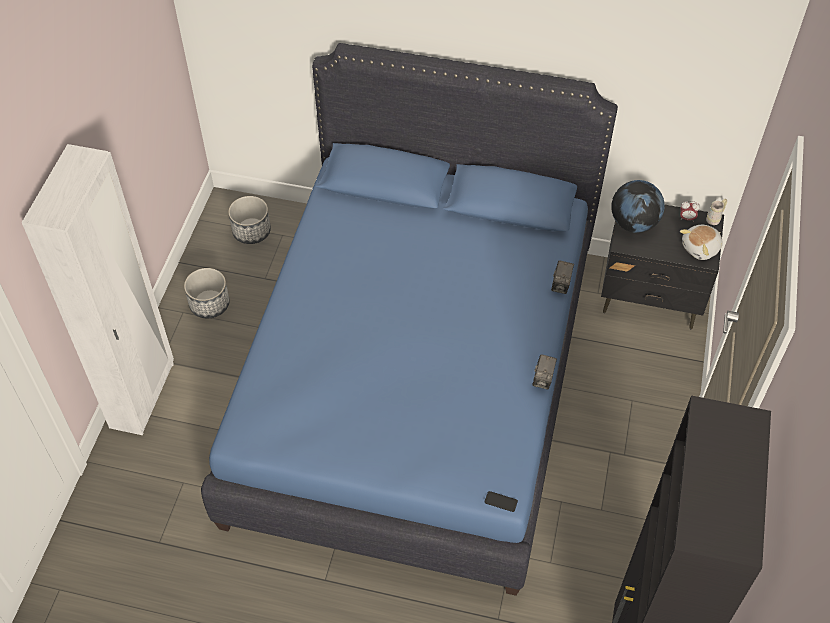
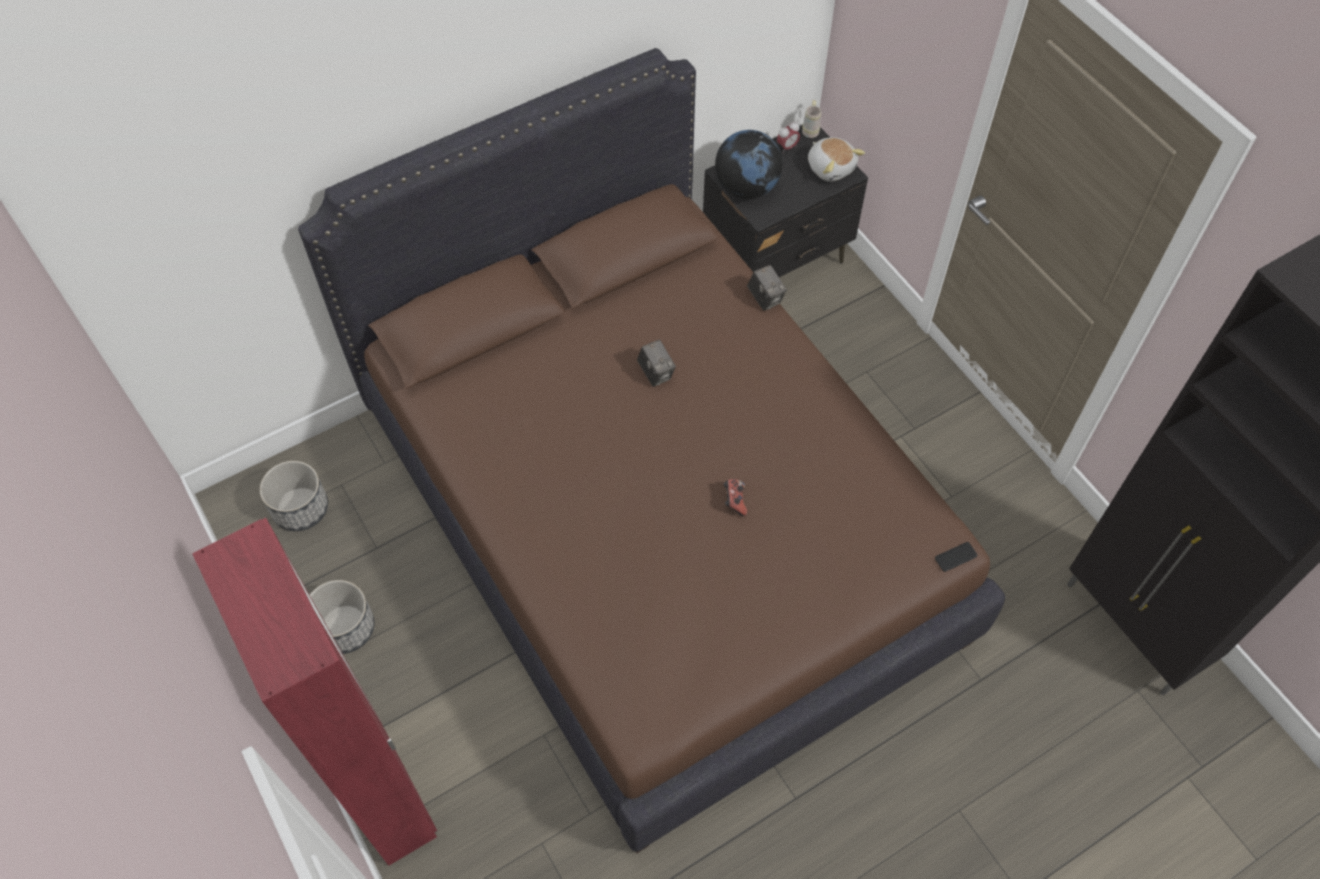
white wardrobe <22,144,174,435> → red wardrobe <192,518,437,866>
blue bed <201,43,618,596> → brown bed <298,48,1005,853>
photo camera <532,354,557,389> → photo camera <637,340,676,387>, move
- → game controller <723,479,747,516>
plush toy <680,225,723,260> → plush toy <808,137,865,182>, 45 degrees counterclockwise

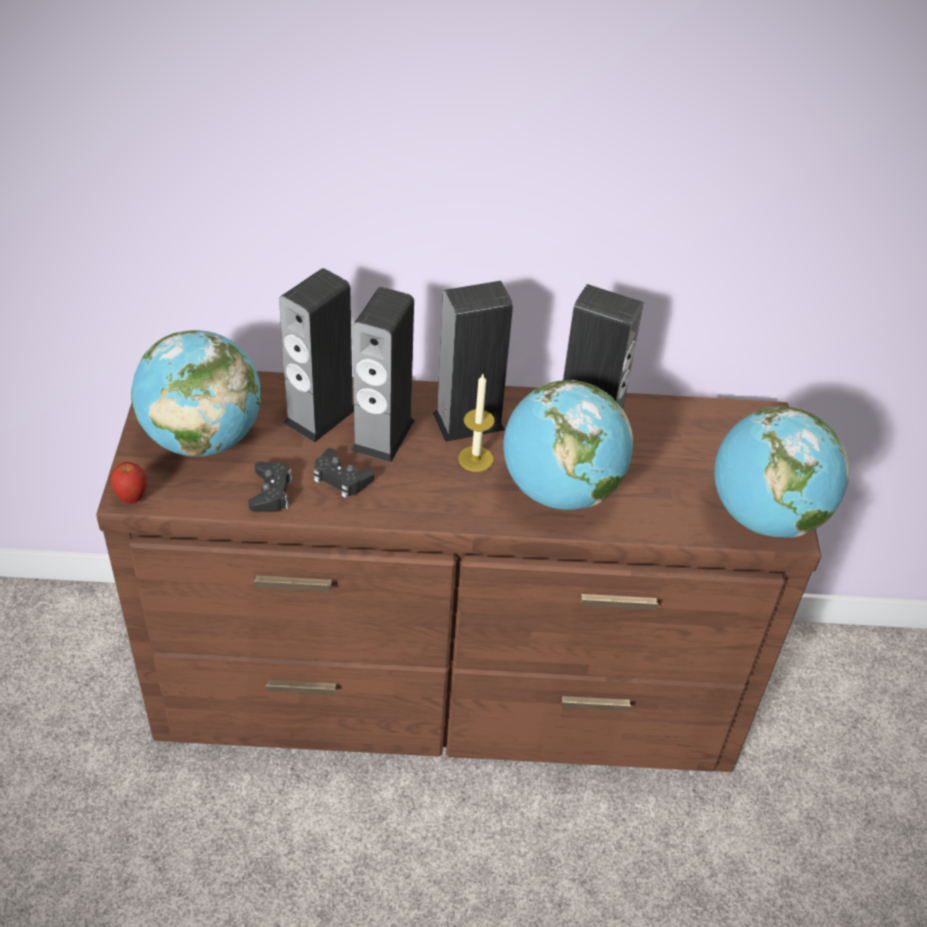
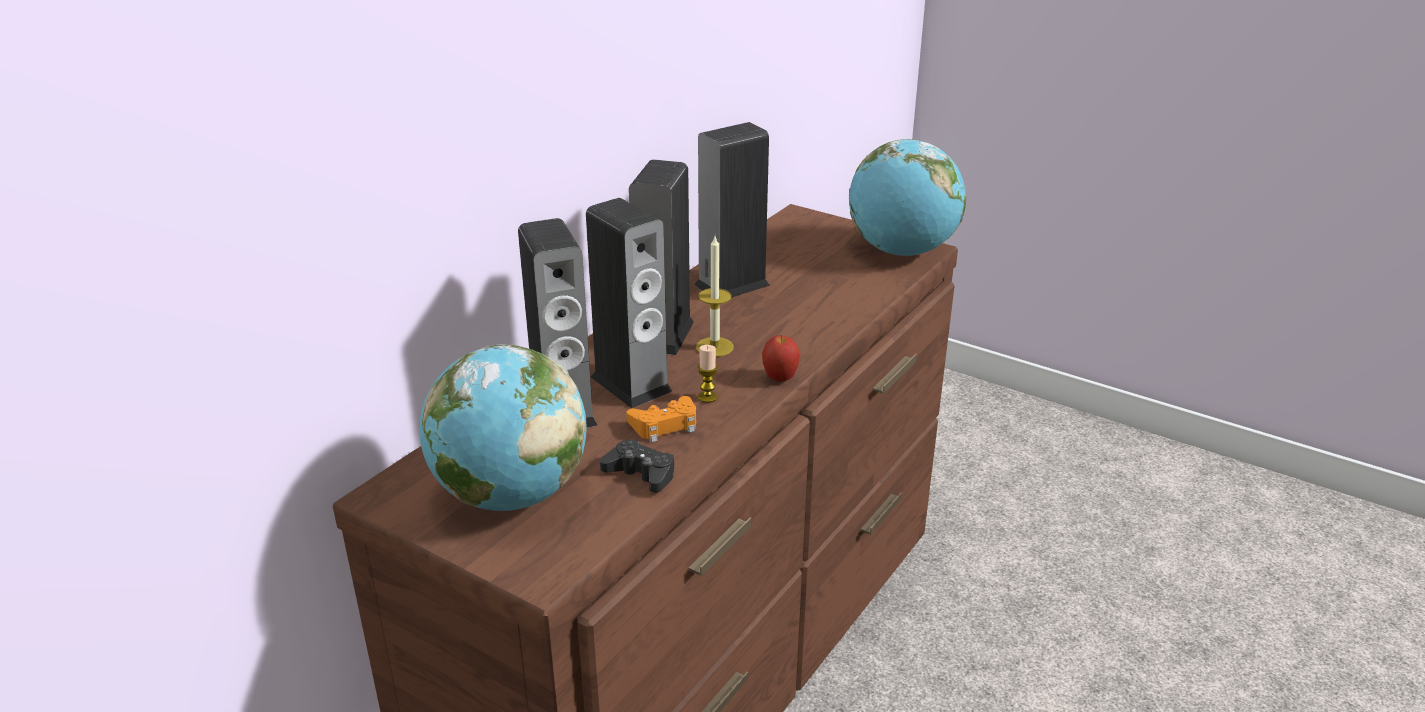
black game controller <314,448,374,498> → orange game controller <626,396,696,442>
- → candle <698,345,718,403>
apple <110,462,147,504> → apple <762,335,800,382>, move
globe <503,380,633,510> → -

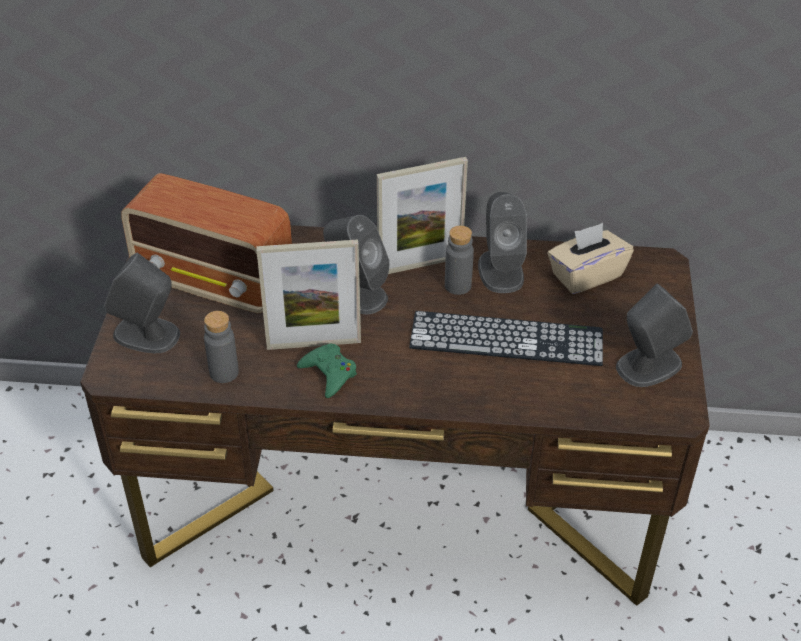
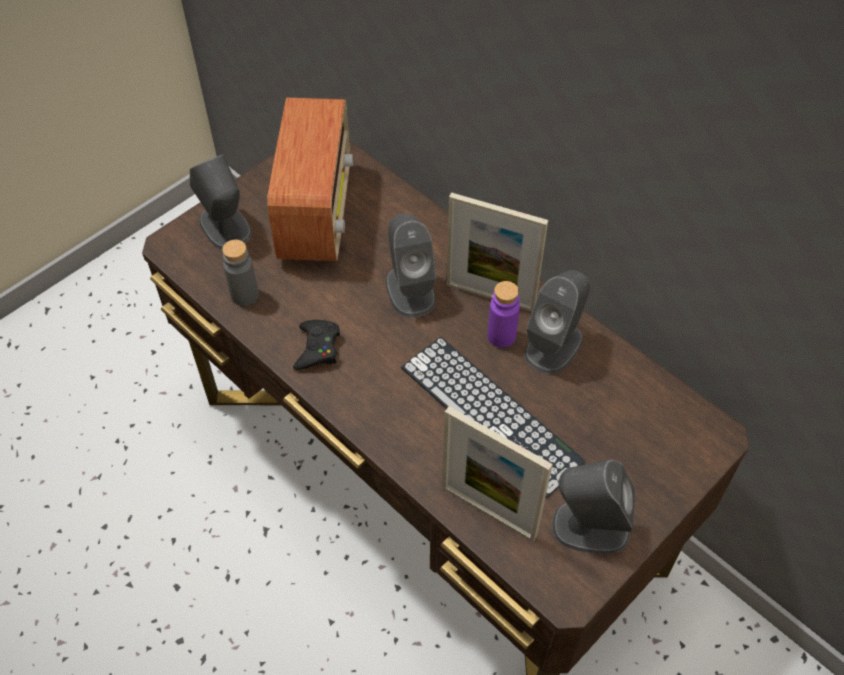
radio <121,173,292,314> → radio <267,98,353,261>, 150 degrees counterclockwise
green game controller <297,344,357,398> → black game controller <293,320,340,370>
picture frame <256,240,361,350> → picture frame <442,406,553,542>, move
grey bottle <445,226,474,295> → purple bottle <487,281,520,348>
beige tissue box <548,223,634,294> → -

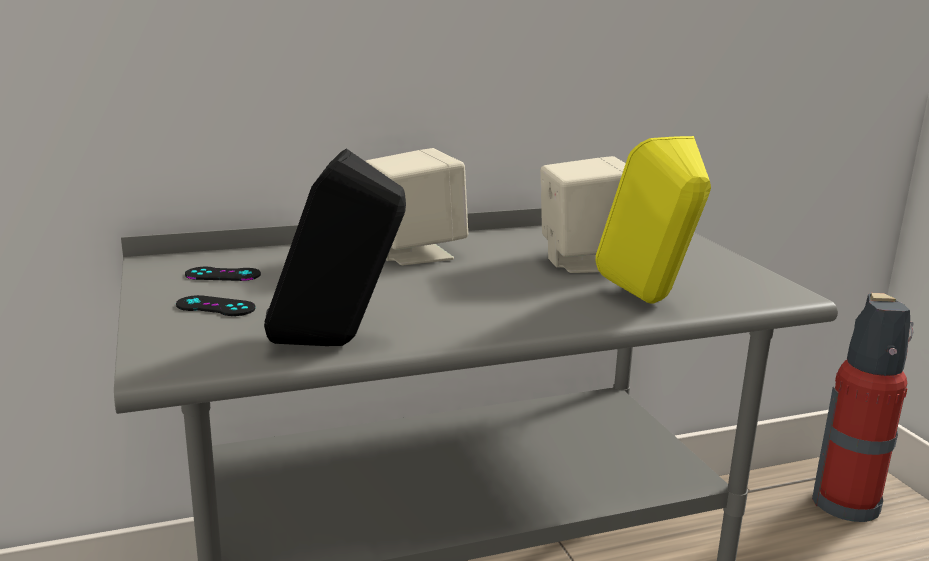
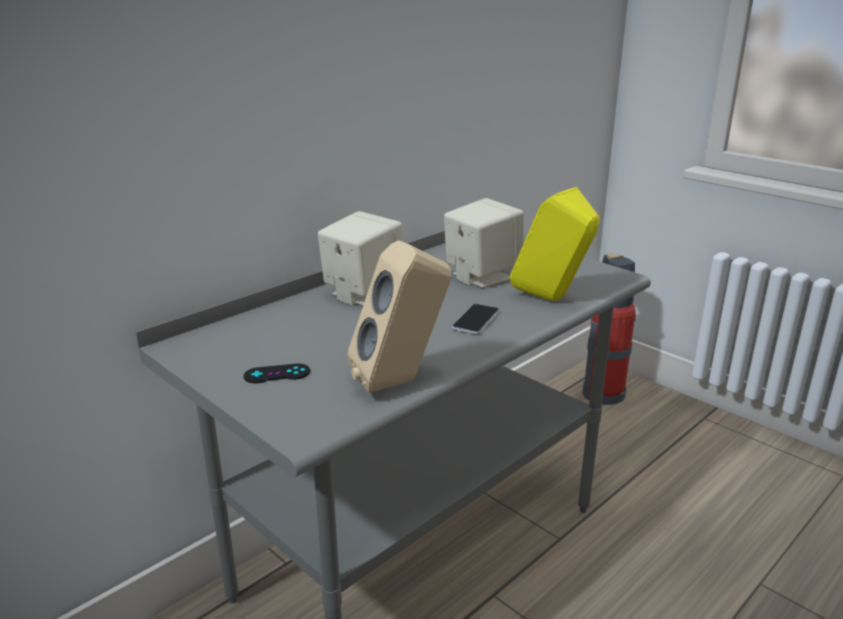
black speaker <264,148,406,346> → beige speaker <348,240,451,393>
- → phone <452,304,500,334>
black game controller <185,267,261,281> → -

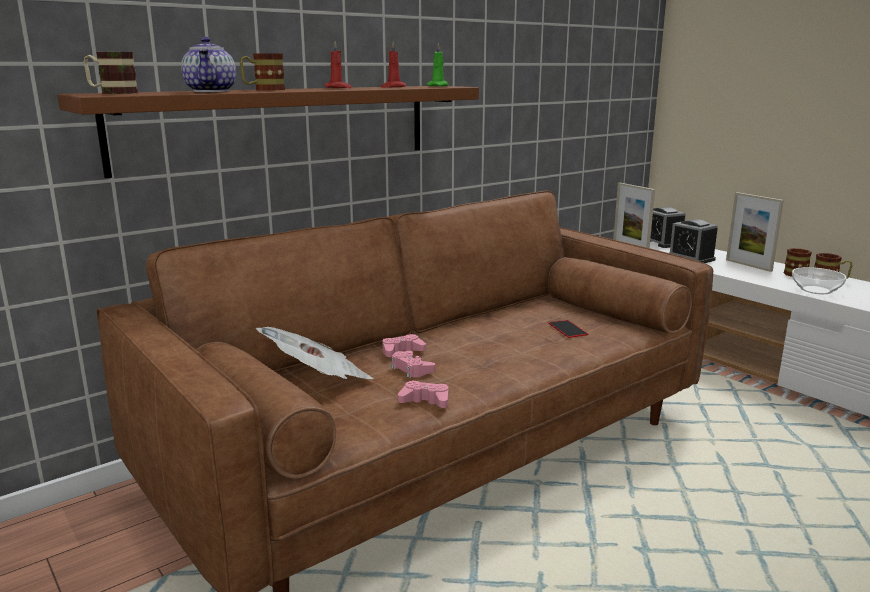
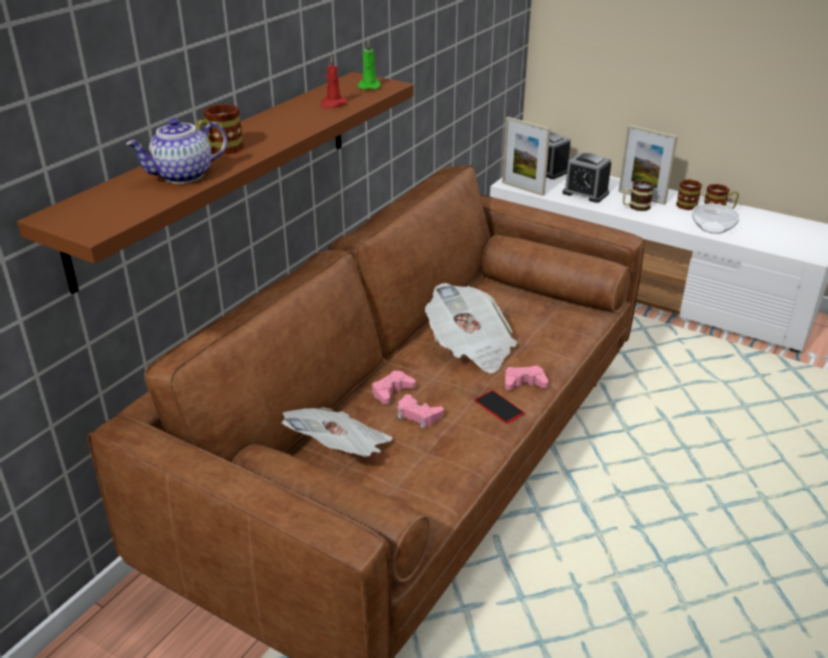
teapot <181,37,236,92> → teapot <125,118,227,184>, 90 degrees clockwise
- → newspaper <425,283,517,373>
phone <548,320,588,338> → phone <474,390,525,424>, move
pink game controller <398,380,449,408> → pink game controller <505,366,549,390>, move
mug <83,52,139,94> → mug <623,180,654,211>, move
red candle <324,41,352,88> → -

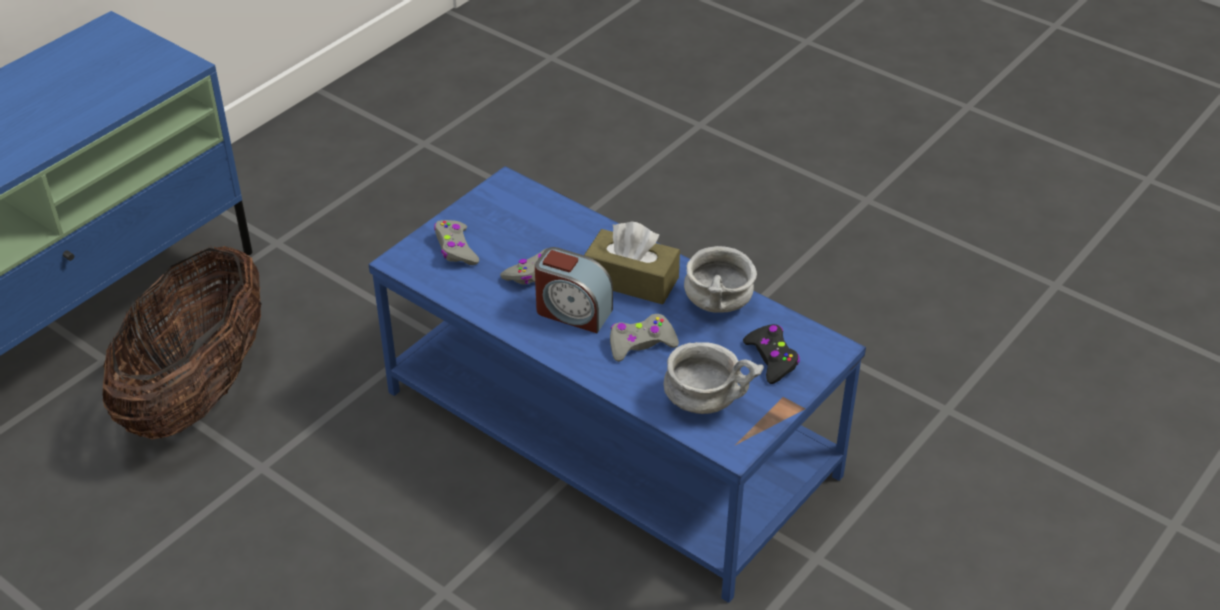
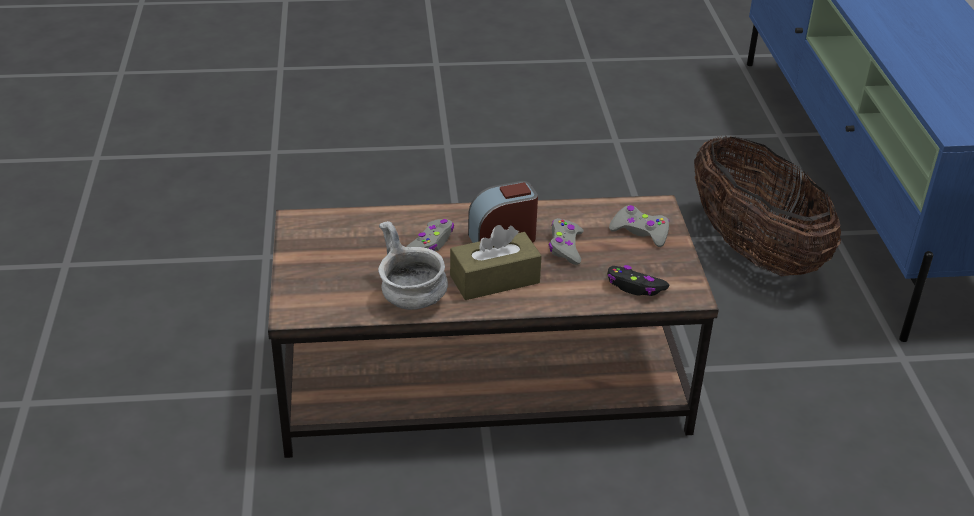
blue coffee table <368,166,866,603> → brown coffee table <268,195,719,458>
black game controller <743,324,800,384> → black game controller <607,265,669,296>, move
grey bowl <664,342,764,414> → -

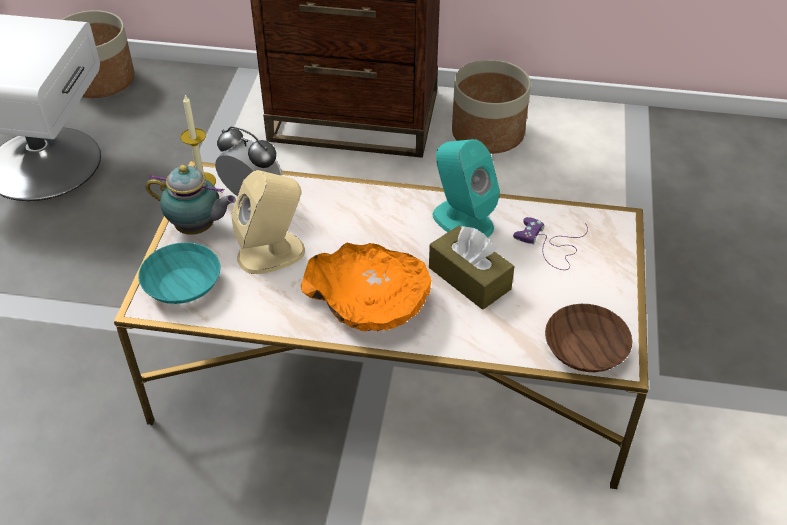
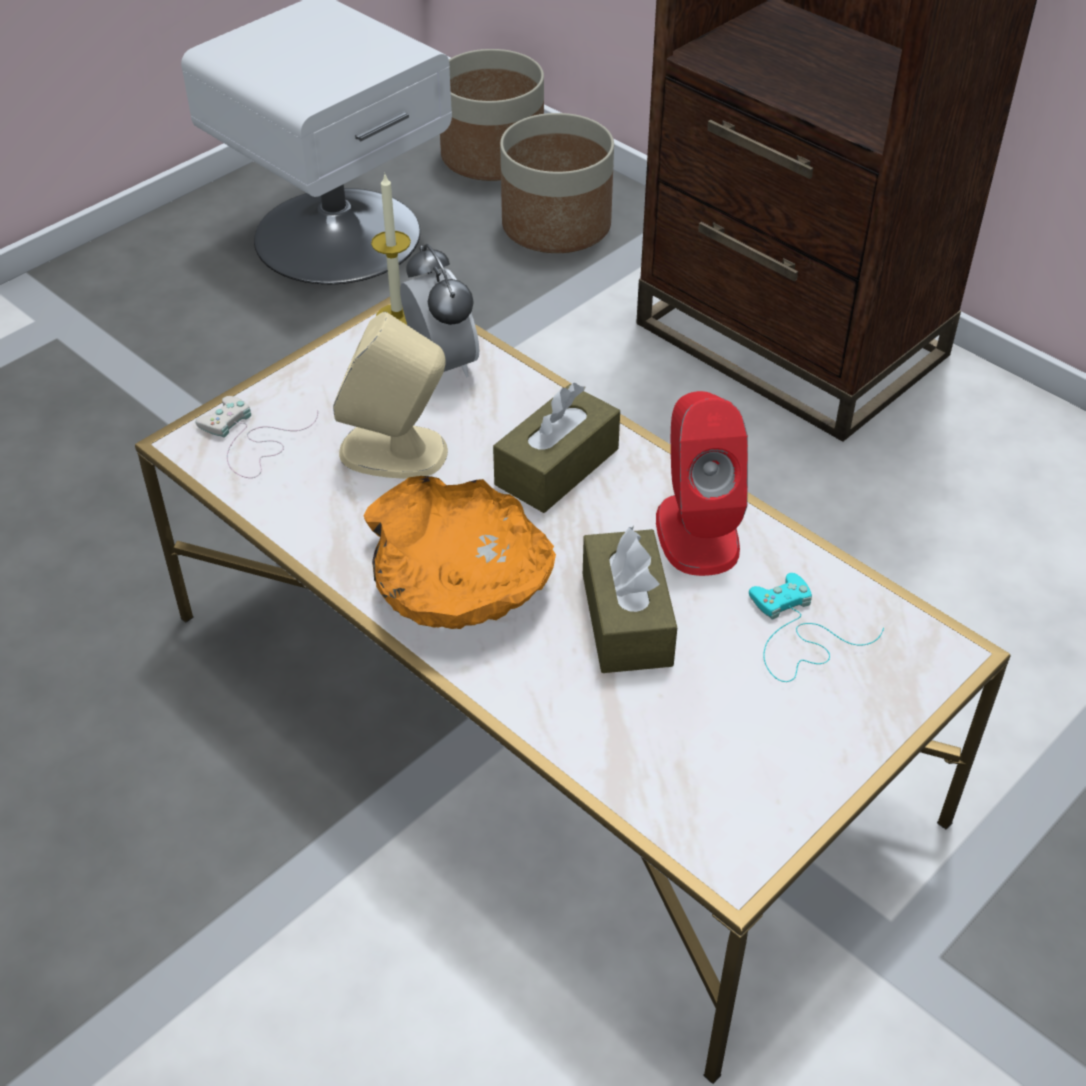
turquoise bowl <138,242,220,304> → white game controller <196,396,318,478>
- → brown tissue box <493,383,620,513>
planter <452,60,531,154> → planter <500,113,614,253>, move
turquoise speaker <433,139,500,238> → red speaker <656,391,748,576>
purple game controller <513,217,588,270> → turquoise game controller <749,573,884,682>
teapot <146,165,236,235> → -
brown bowl <545,304,632,372> → -

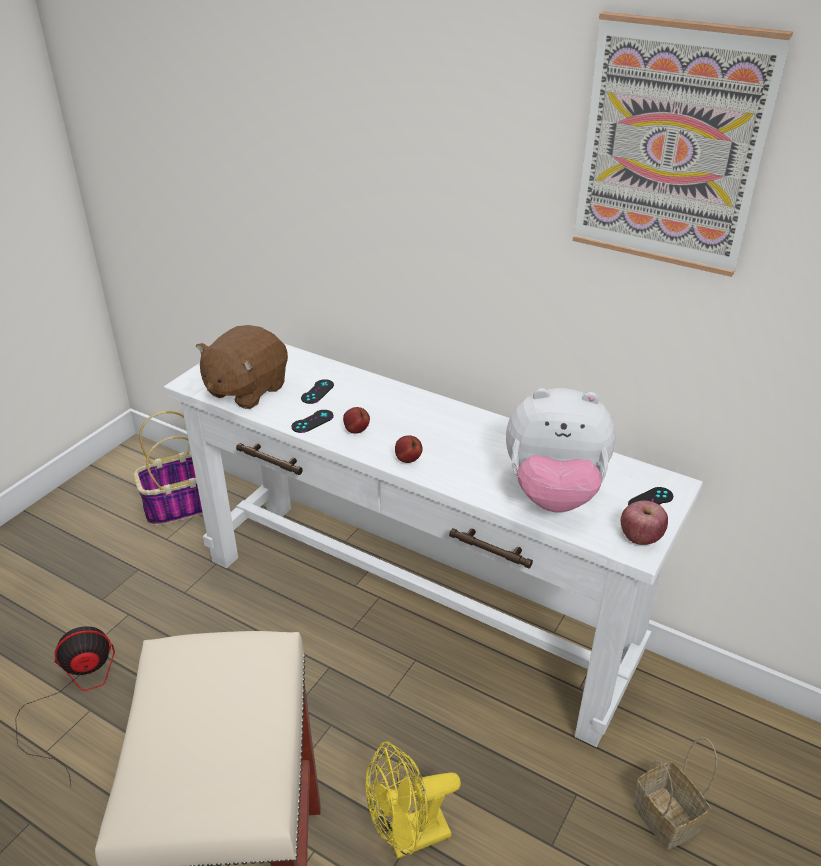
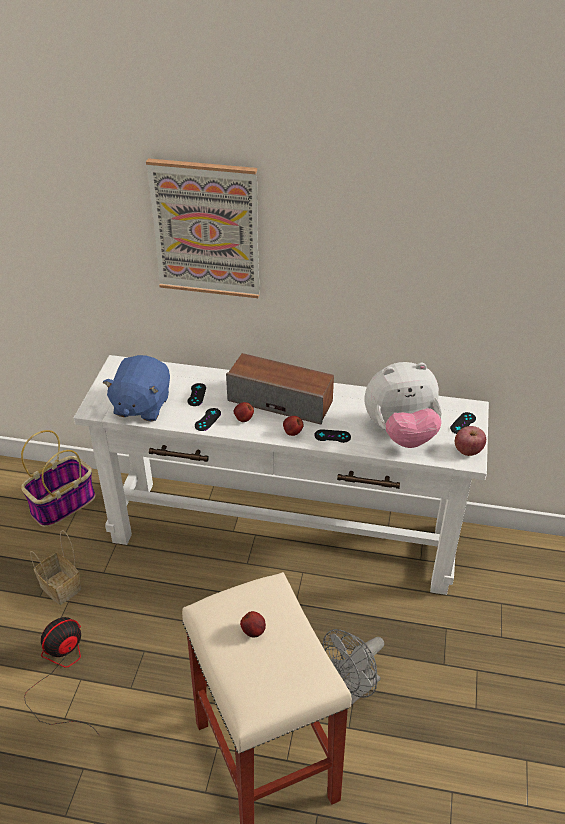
basket <633,737,717,849> → basket <30,530,81,605>, move
brown plush toy <196,325,288,409> → blue plush toy <103,355,170,421>
picture <573,12,793,277> → picture <146,158,260,298>, move
- → speaker <226,353,334,424>
- → apple <240,611,266,638>
- → black game controller <314,429,351,443>
yellow fan <365,742,461,859> → grey fan <323,629,384,704>

